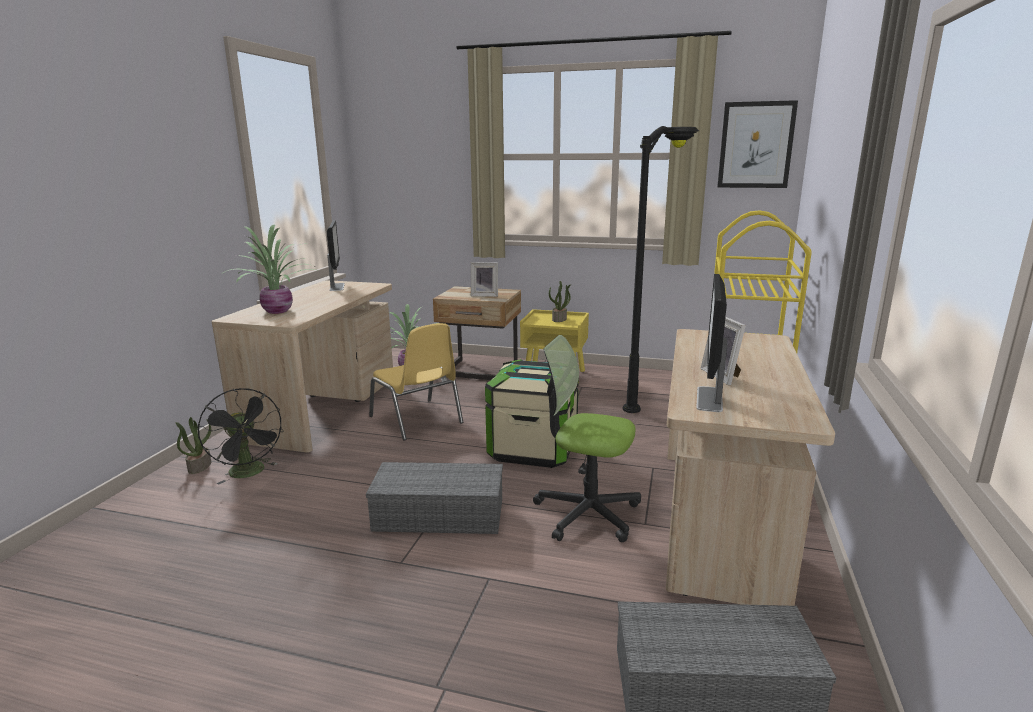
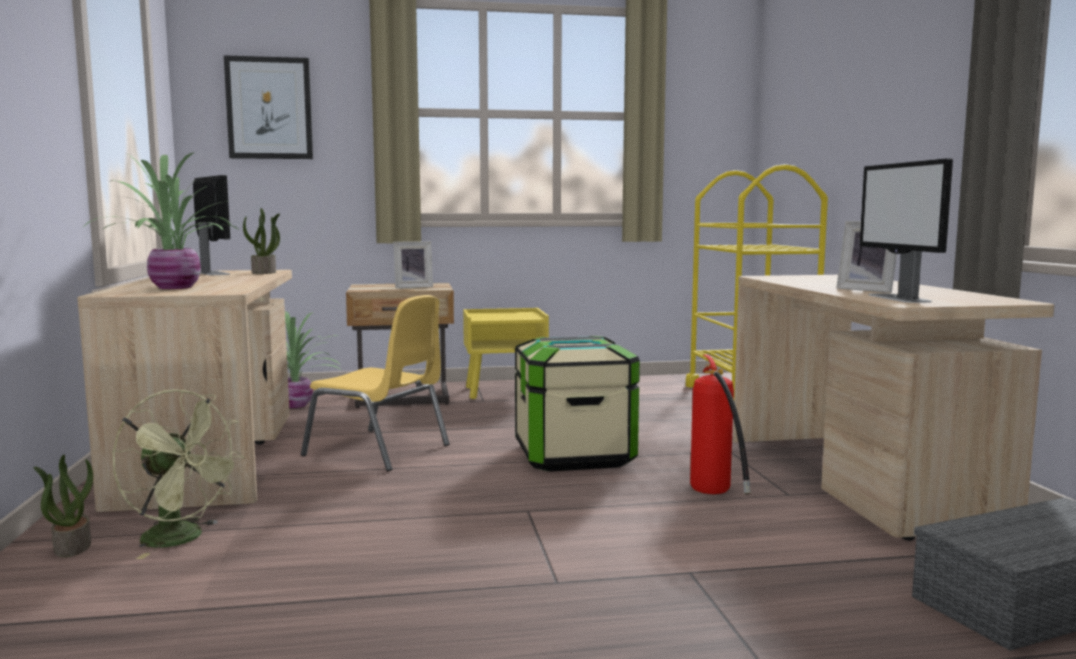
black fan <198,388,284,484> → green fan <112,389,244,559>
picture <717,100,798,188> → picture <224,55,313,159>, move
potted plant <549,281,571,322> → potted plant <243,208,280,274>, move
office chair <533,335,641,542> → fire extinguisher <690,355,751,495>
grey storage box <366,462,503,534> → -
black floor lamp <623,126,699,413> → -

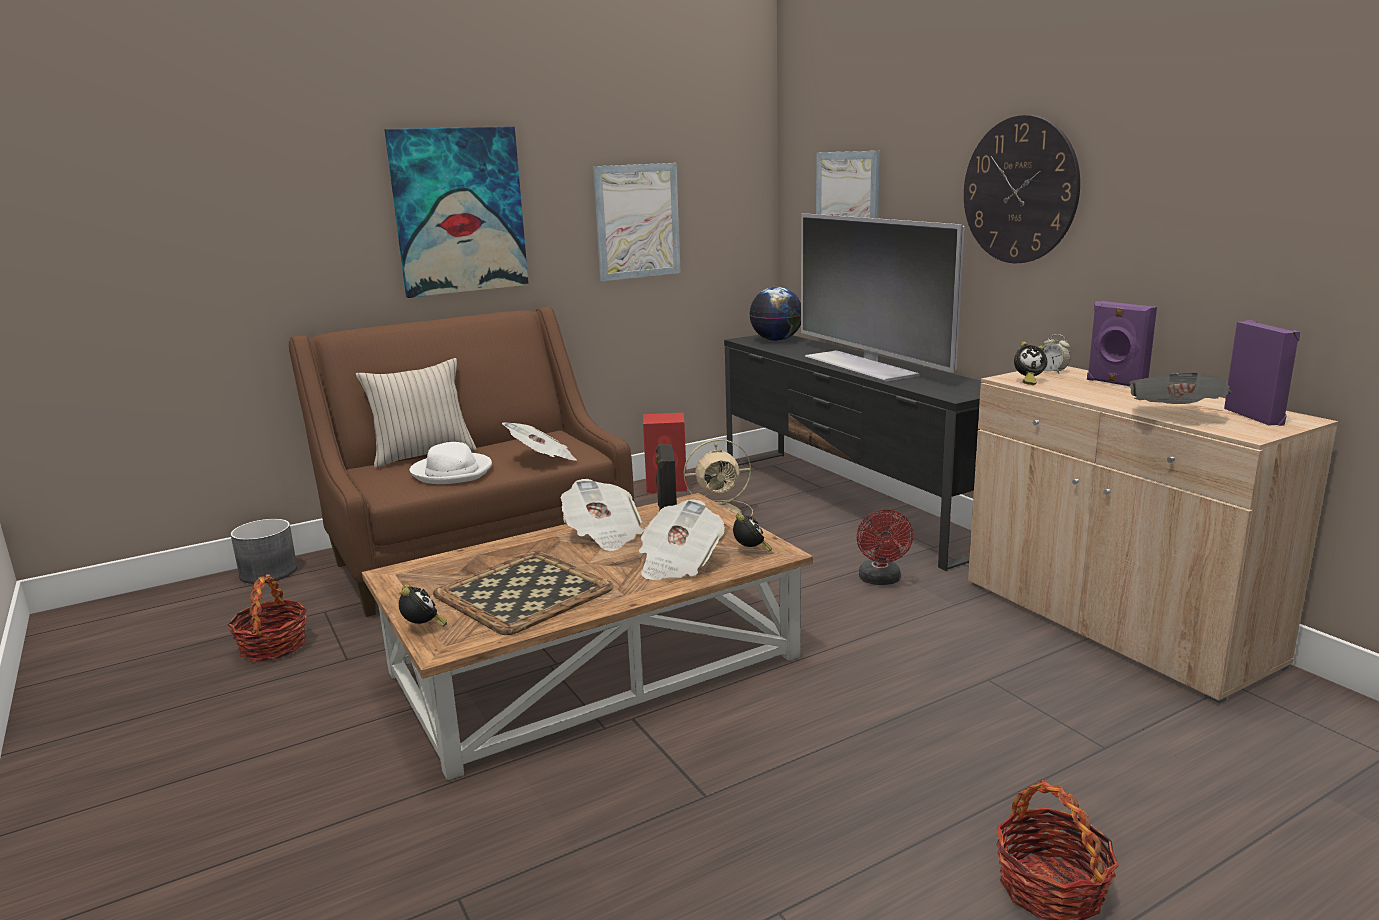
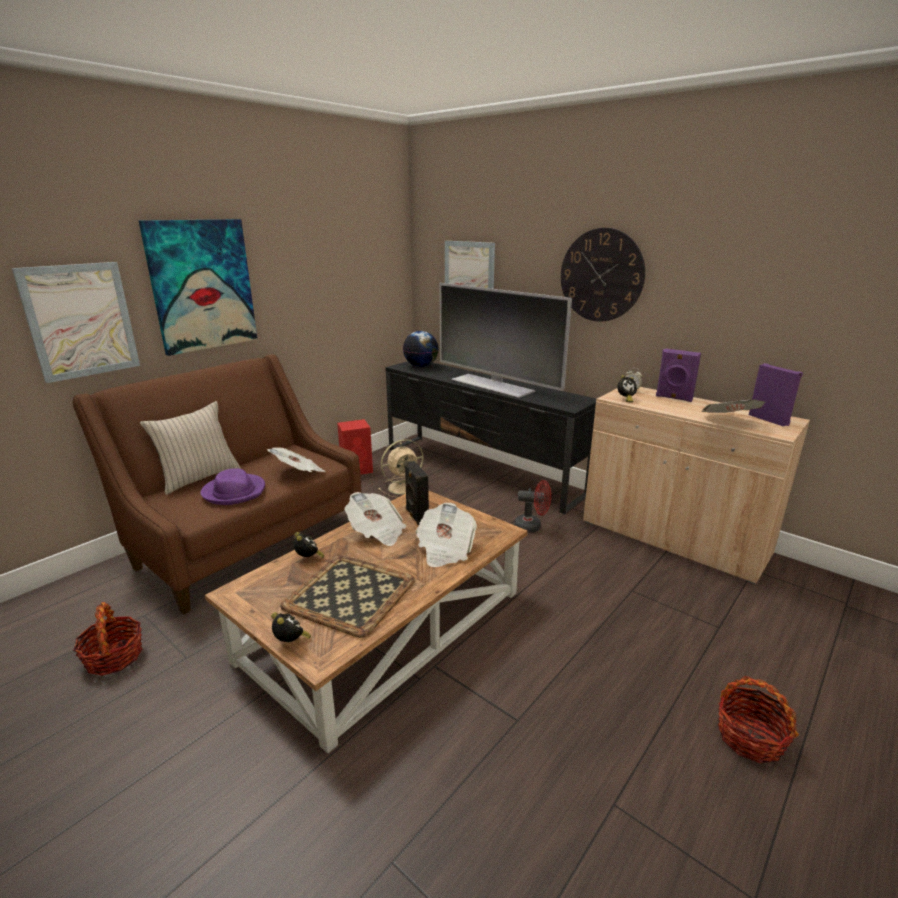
picture <593,163,681,281> → picture <12,262,140,383>, move
white hat <410,442,492,484> → purple hat <200,468,265,505>
alarm clock <733,513,772,552> → alarm clock <294,532,324,558>, move
red fan <857,509,913,585> → red fan <514,480,551,533>, 60 degrees counterclockwise
grey planter <231,519,297,584> → -

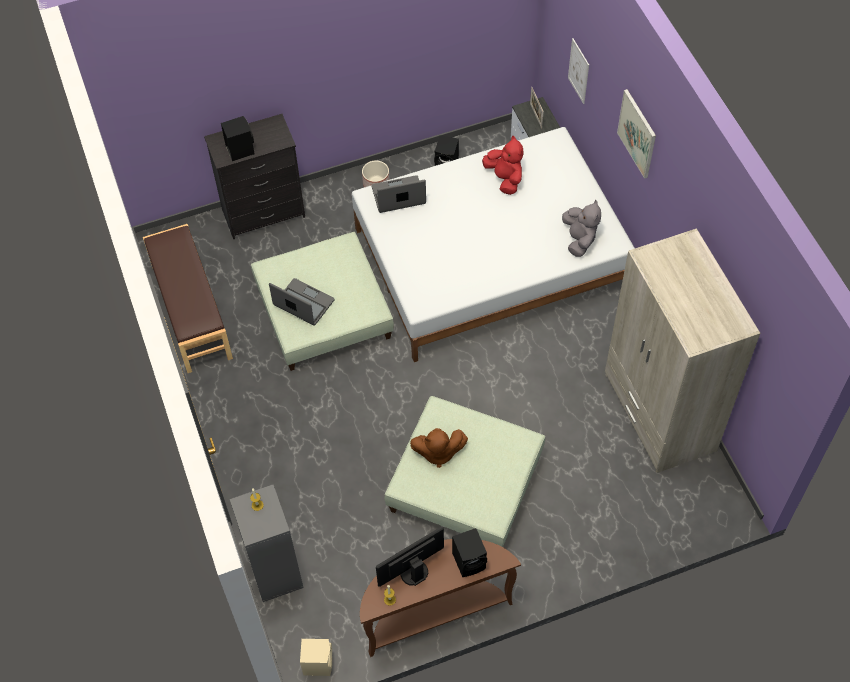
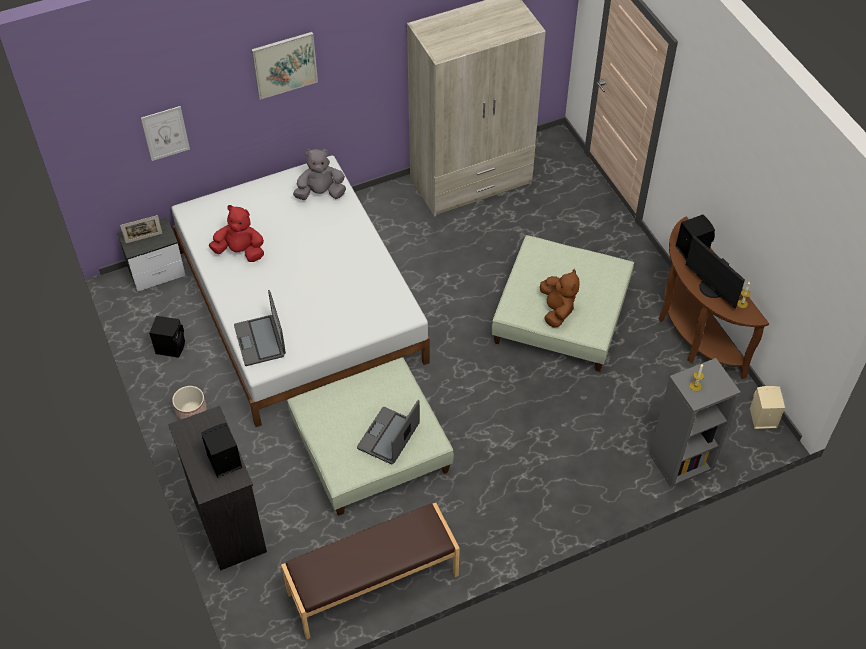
red plush toy <482,136,524,195> → red plush toy <209,205,264,262>, 45 degrees clockwise

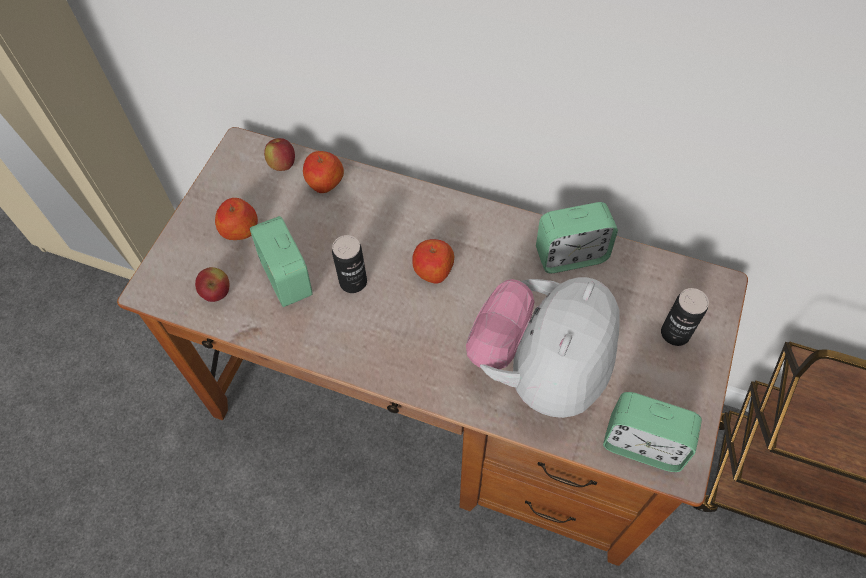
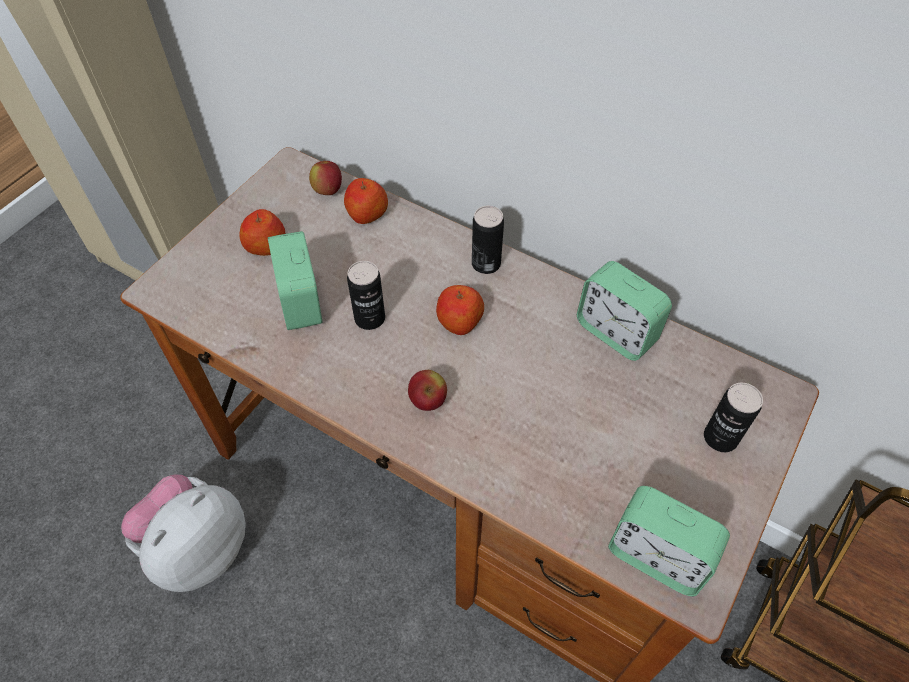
plush toy <466,277,620,418> → plush toy <121,475,246,592>, move
apple <195,267,230,302> → apple <408,370,447,411>, move
- → can <472,206,504,274>
alarm clock <536,202,618,273> → alarm clock <577,261,672,361>, 45 degrees clockwise

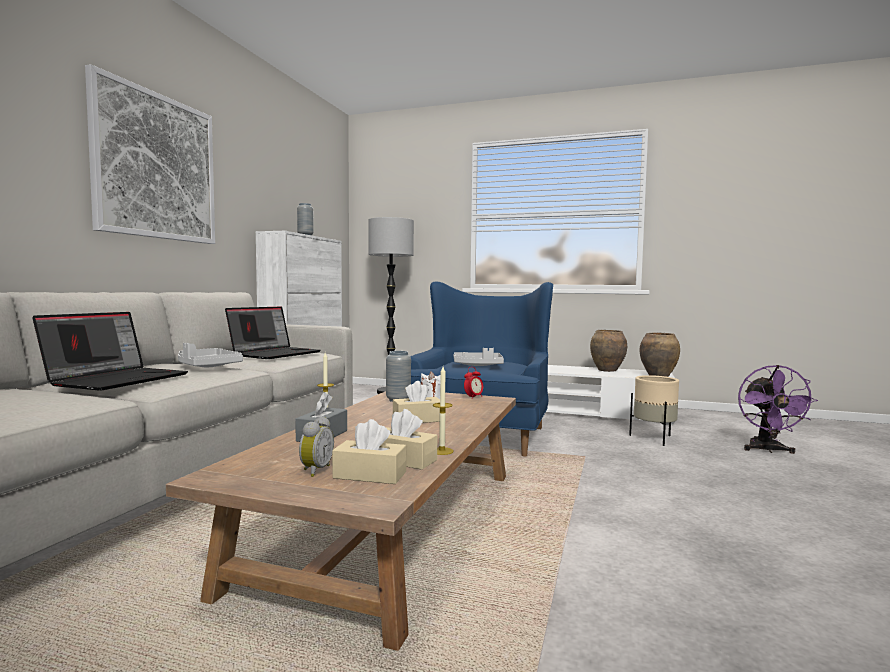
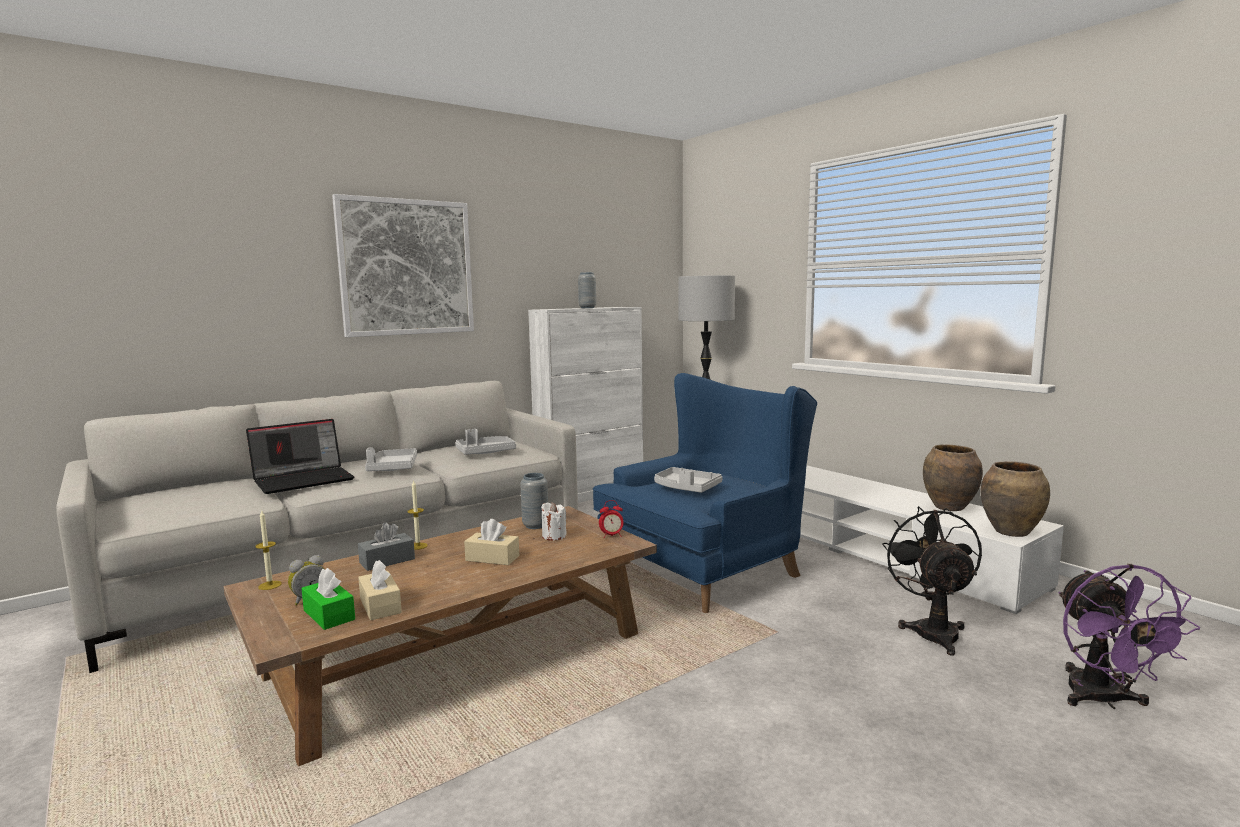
candle <433,367,454,455> → candle <255,511,282,590>, move
beige tissue box <332,419,406,484> → green tissue box <301,568,355,630>
laptop <225,307,321,359> → grey tray <455,429,516,455>
beige planter <629,375,679,446> → black fan <882,506,982,656>
purple fan <738,365,818,454> → purple fan <1059,564,1200,709>, 45 degrees counterclockwise

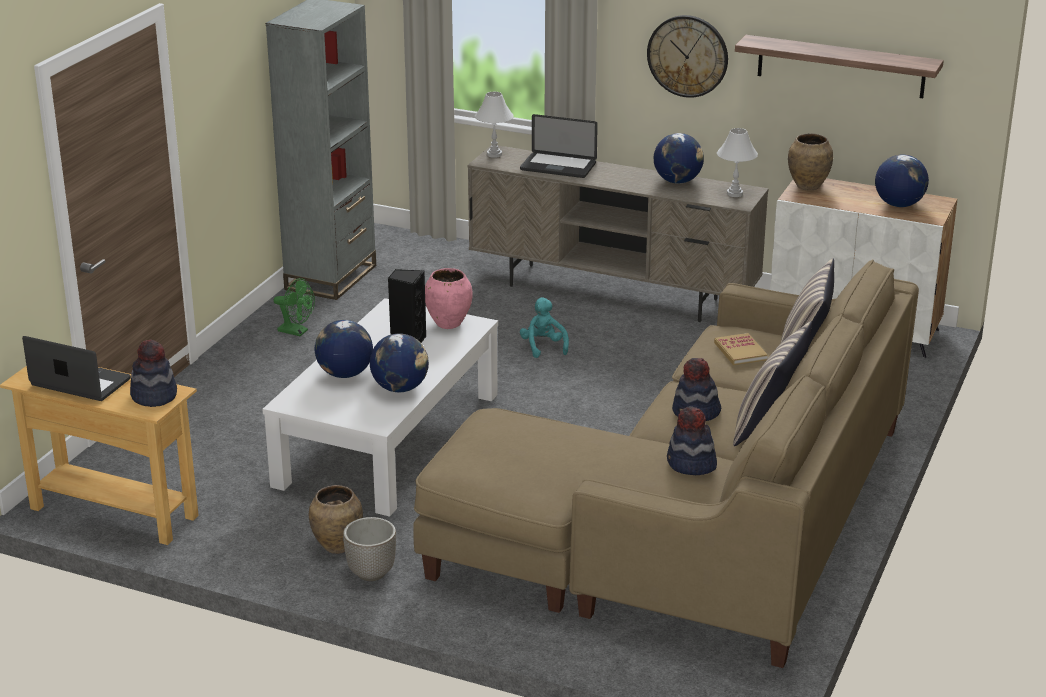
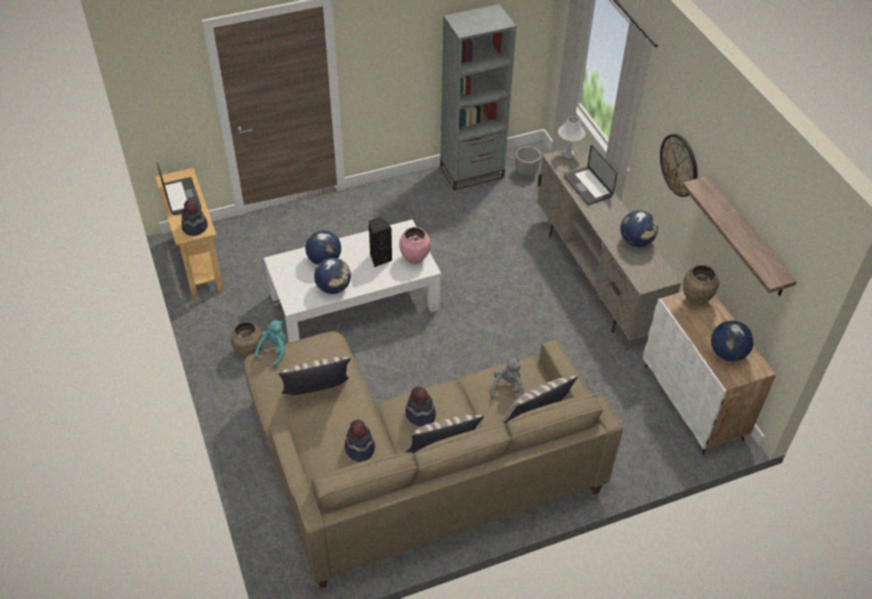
turquoise plush toy <520,297,569,358> → turquoise plush toy <254,320,286,368>, move
- → pillow <278,357,351,395>
book <714,333,768,365> → grey plush toy <490,358,524,402>
planter <343,517,396,581> → planter <515,146,541,177>, move
green fan <273,278,315,336> → -
white table lamp <717,128,758,197> → -

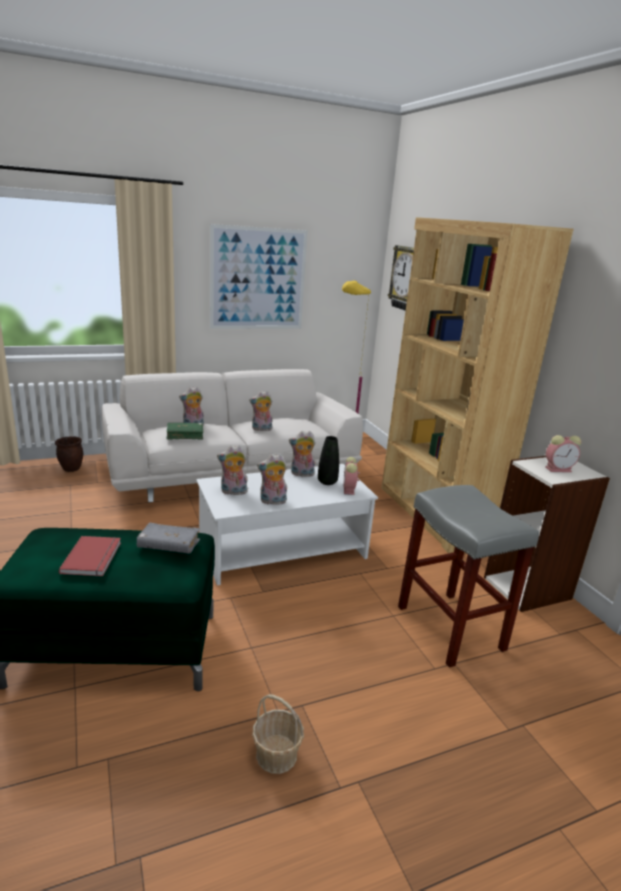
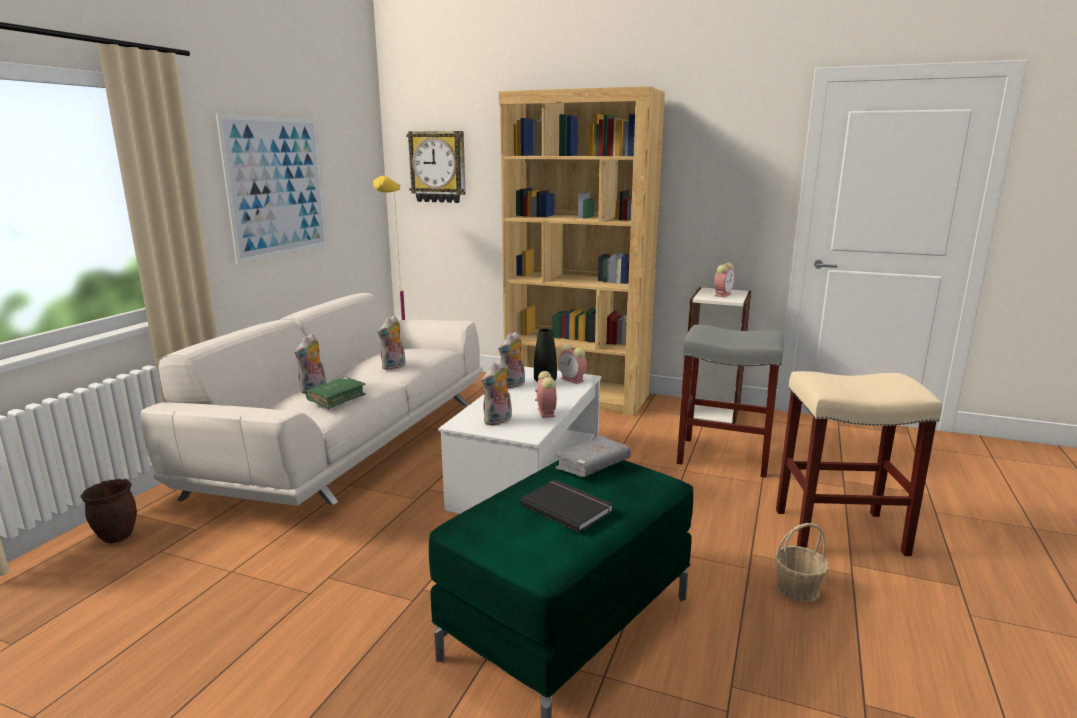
red book <59,536,121,577> → black book <520,479,613,533>
plush toy <257,454,287,505> → alarm clock <535,371,557,418>
- → beige stool <776,371,942,556>

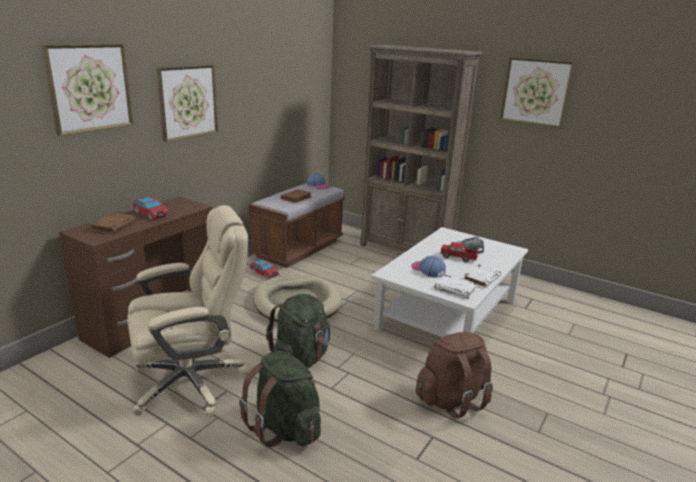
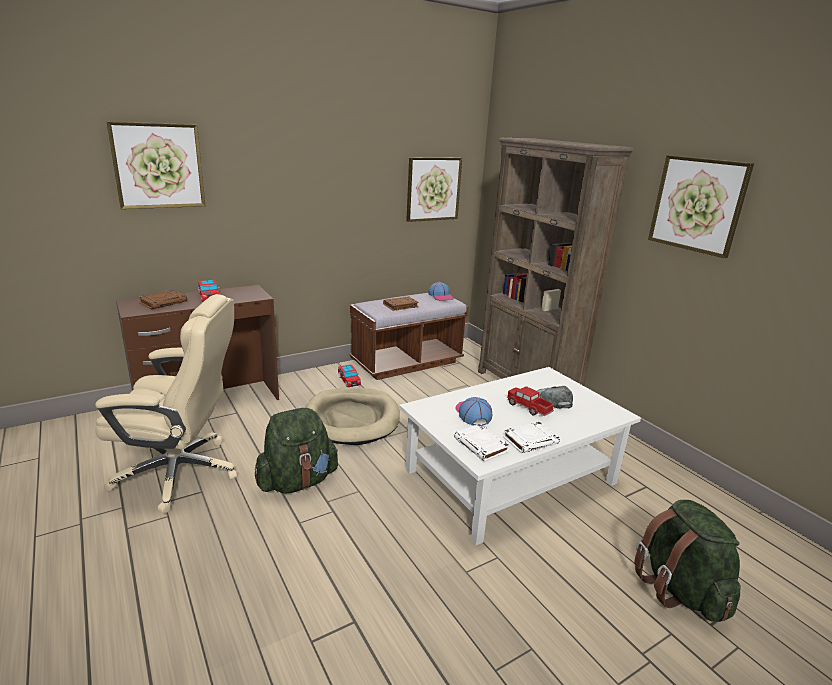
picture <156,65,218,142> → picture <406,157,462,222>, move
green backpack <239,351,321,447> → green backpack <634,500,741,622>, move
brown backpack <416,332,493,419> → -

